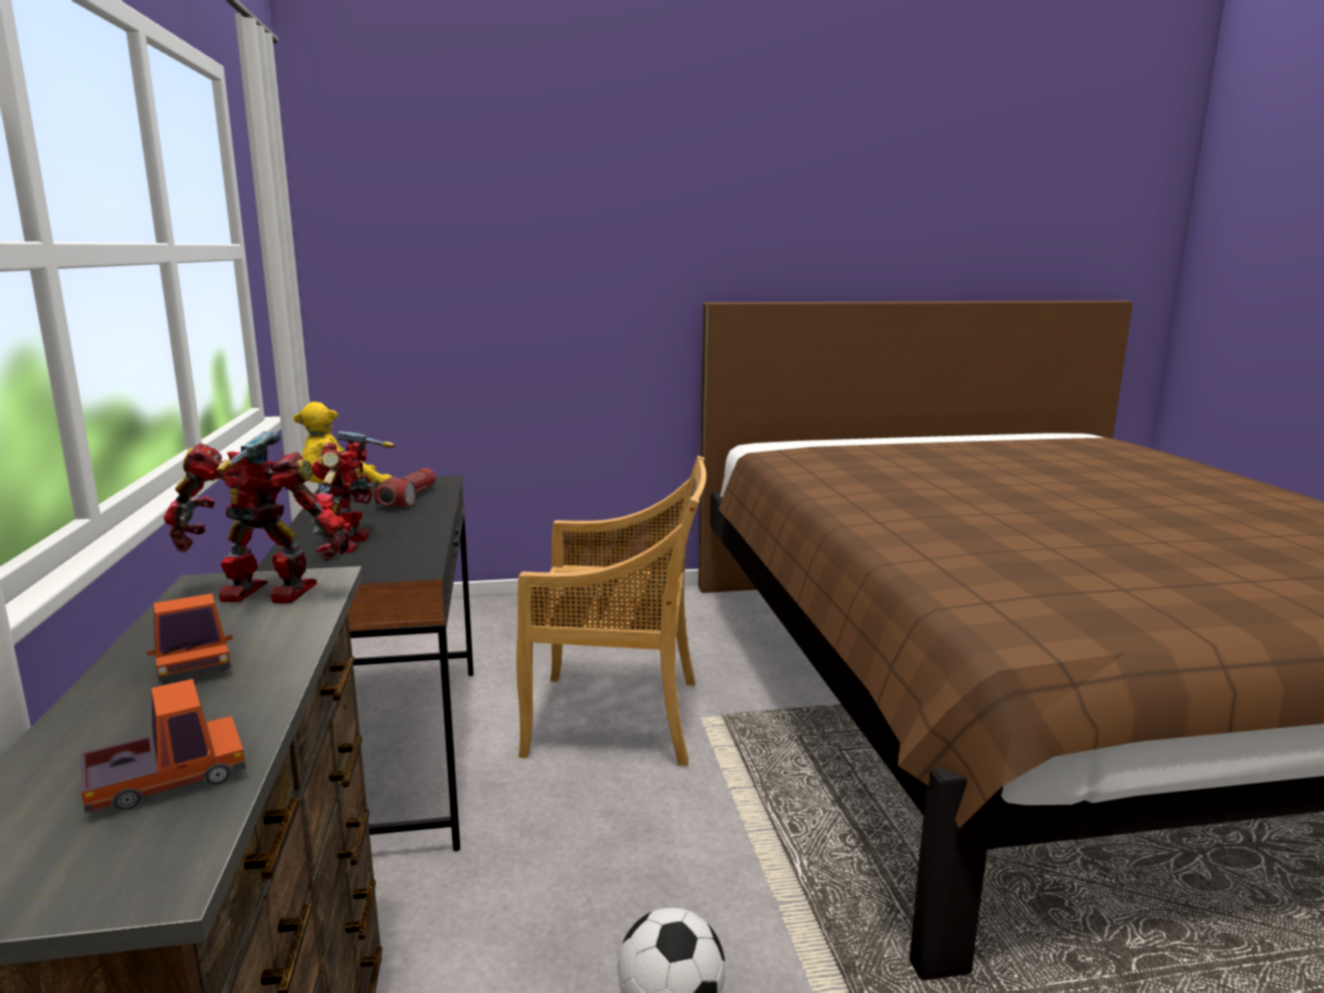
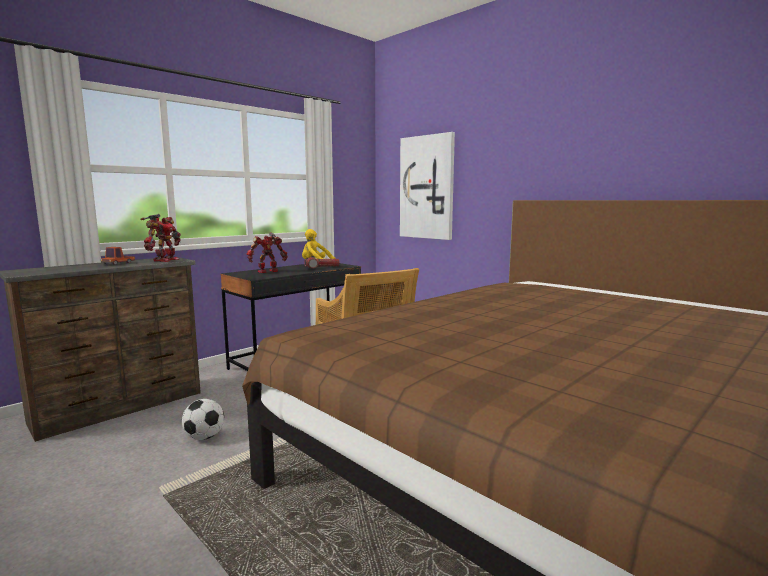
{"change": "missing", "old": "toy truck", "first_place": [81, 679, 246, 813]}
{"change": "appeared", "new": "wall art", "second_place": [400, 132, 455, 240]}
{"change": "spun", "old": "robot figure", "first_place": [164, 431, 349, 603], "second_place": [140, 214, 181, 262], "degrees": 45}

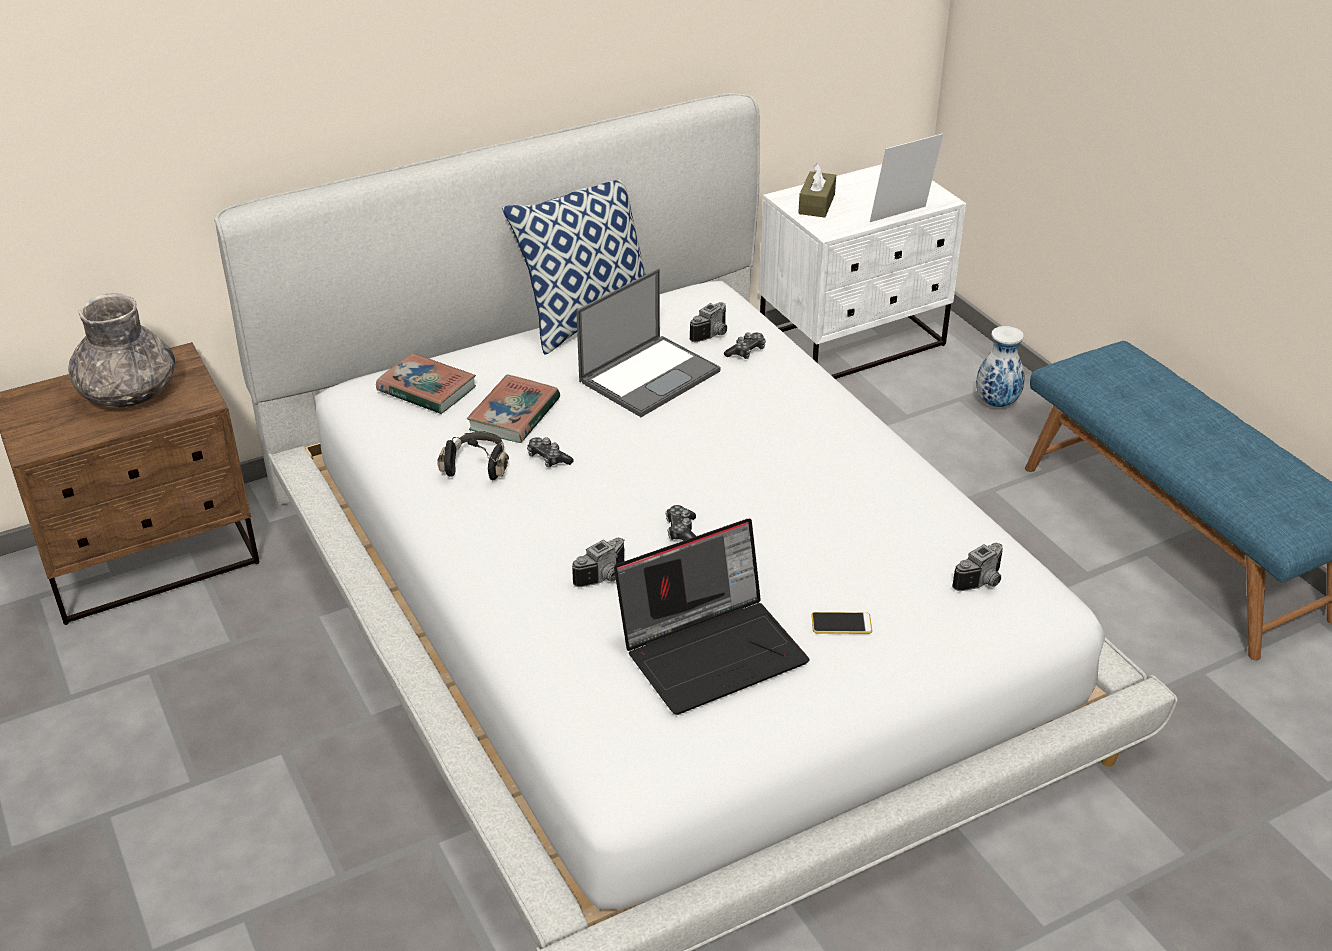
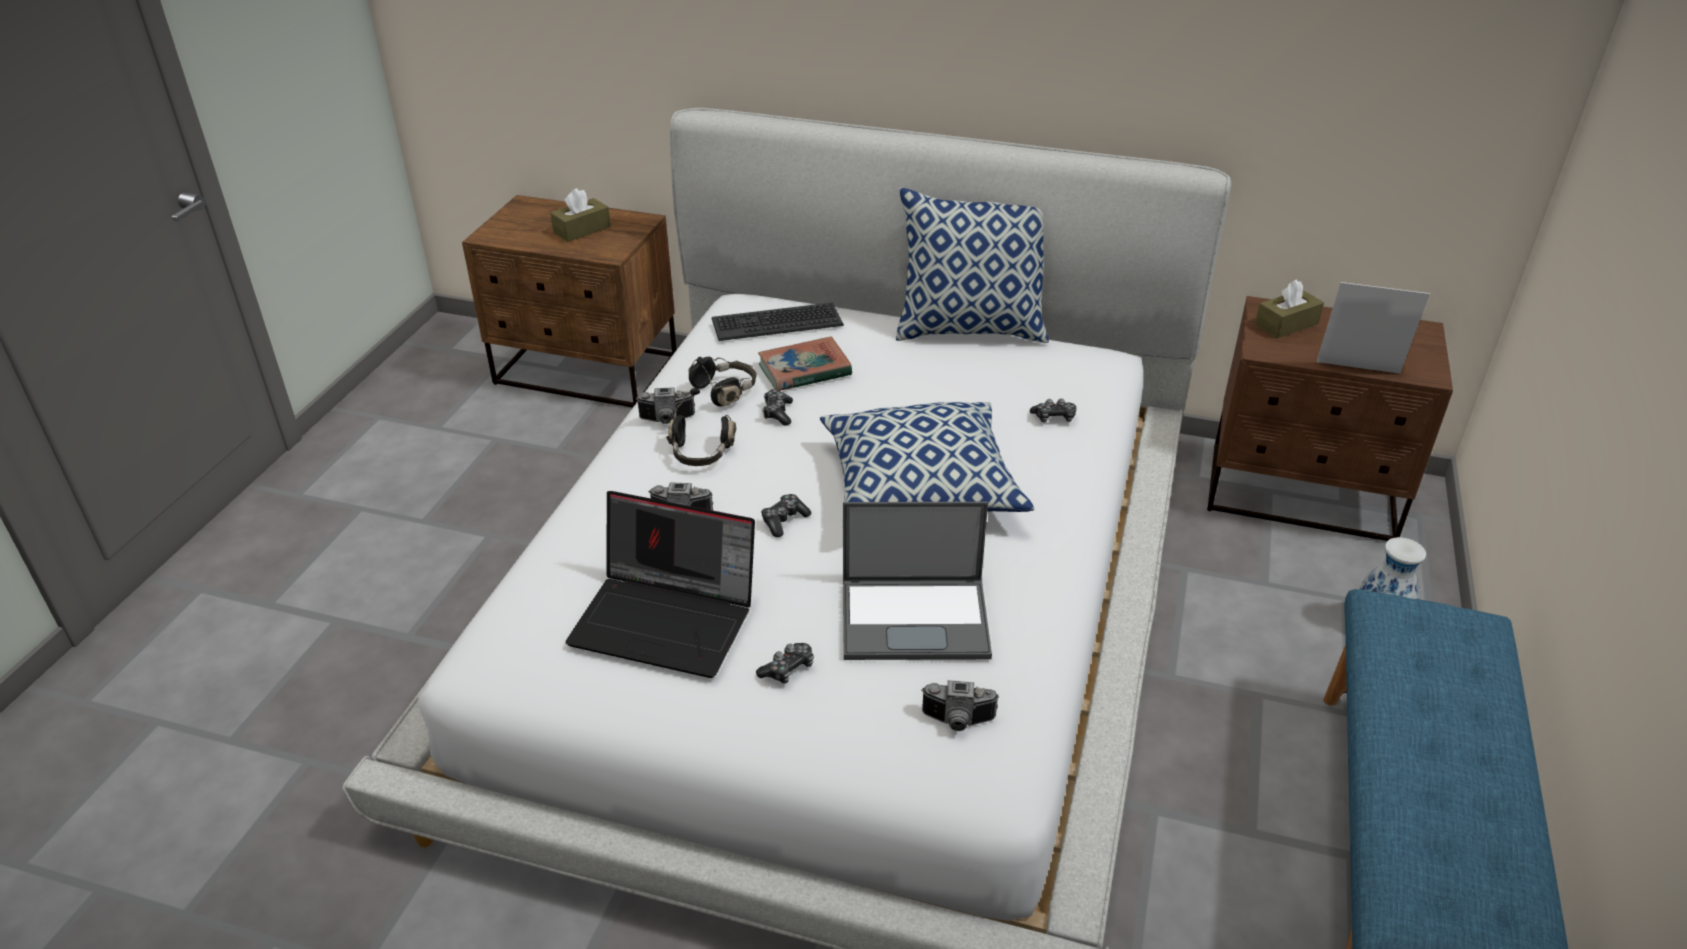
{"change": "appeared", "new": "blackish pair of headphones", "second_place": [667, 388, 736, 466]}
{"change": "appeared", "new": "cushion", "second_place": [820, 402, 1034, 512]}
{"change": "relocated", "old": "notebook computer", "first_place": [576, 268, 720, 417], "second_place": [843, 502, 992, 660]}
{"change": "relocated", "old": "still camera", "first_place": [690, 302, 727, 342], "second_place": [636, 387, 695, 424]}
{"change": "exchanged", "old": "grey flower vase", "new": "brown-coloured tissue holder", "first_place": [68, 293, 175, 408], "second_place": [550, 188, 611, 242]}
{"change": "exchanged", "old": "bound book", "new": "computer keyboard", "first_place": [376, 353, 476, 414], "second_place": [712, 302, 844, 341]}
{"change": "exchanged", "old": "handset", "new": "gamepad", "first_place": [811, 612, 872, 634], "second_place": [756, 643, 814, 684]}
{"change": "colour", "old": "white bedside table", "new": "brown-coloured bedside table", "first_place": [759, 164, 966, 379], "second_place": [1207, 296, 1453, 541]}

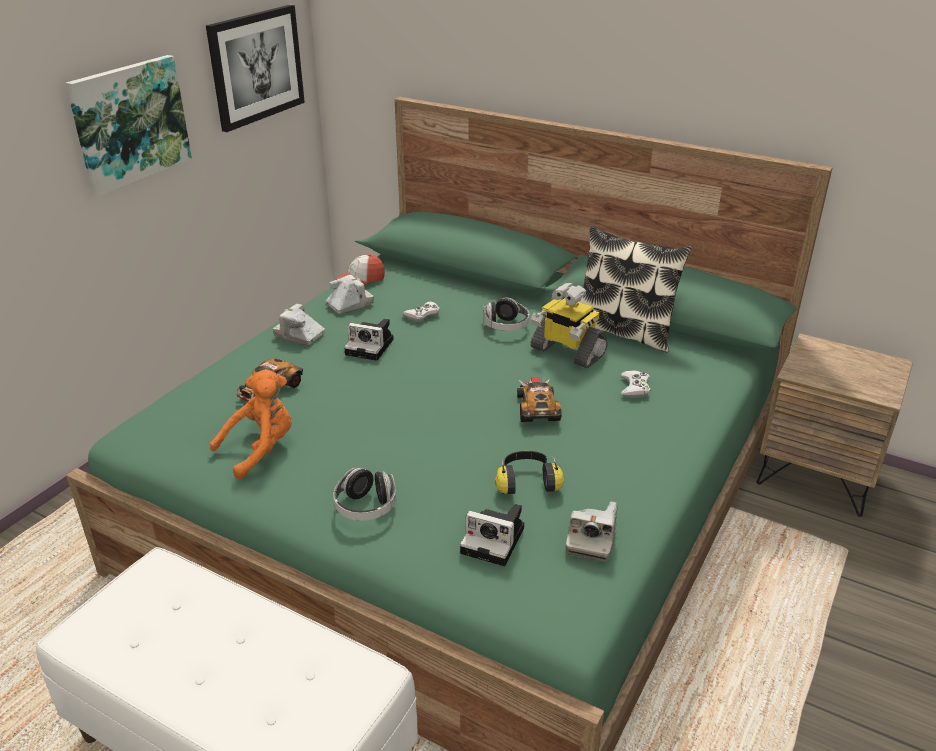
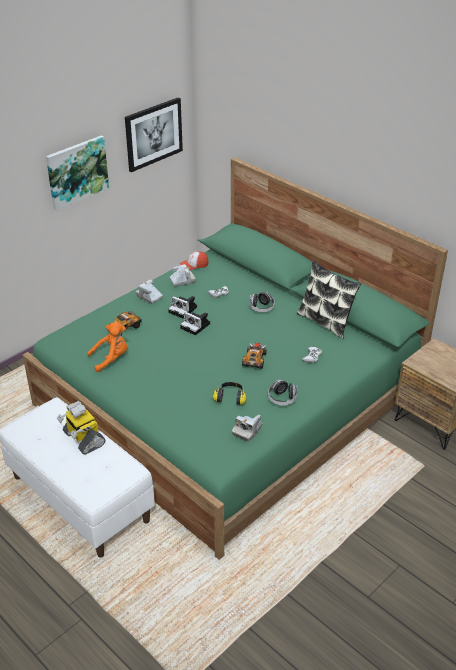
{"change": "relocated", "old": "pair of headphones", "first_place": [333, 468, 396, 521], "second_place": [268, 379, 298, 405]}
{"change": "relocated", "old": "still camera", "first_place": [460, 504, 524, 566], "second_place": [180, 312, 210, 335]}
{"change": "relocated", "old": "robot figure", "first_place": [531, 283, 608, 368], "second_place": [57, 401, 105, 455]}

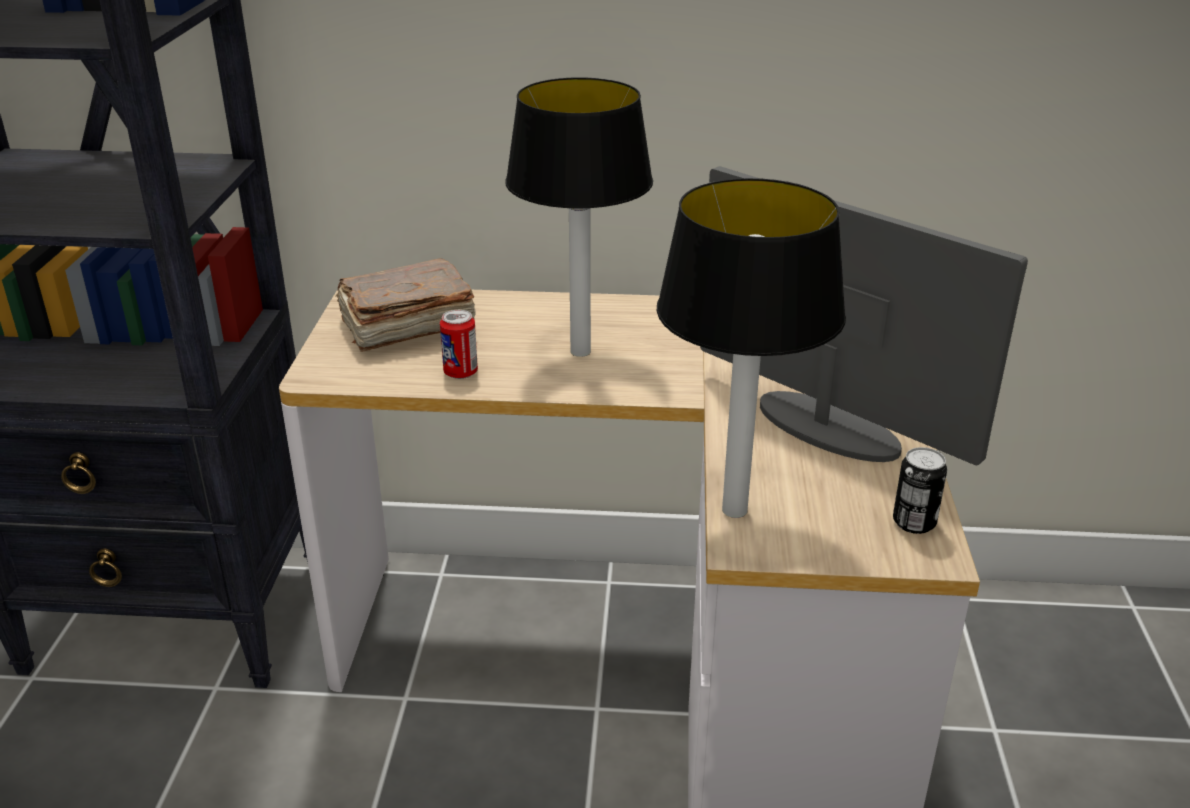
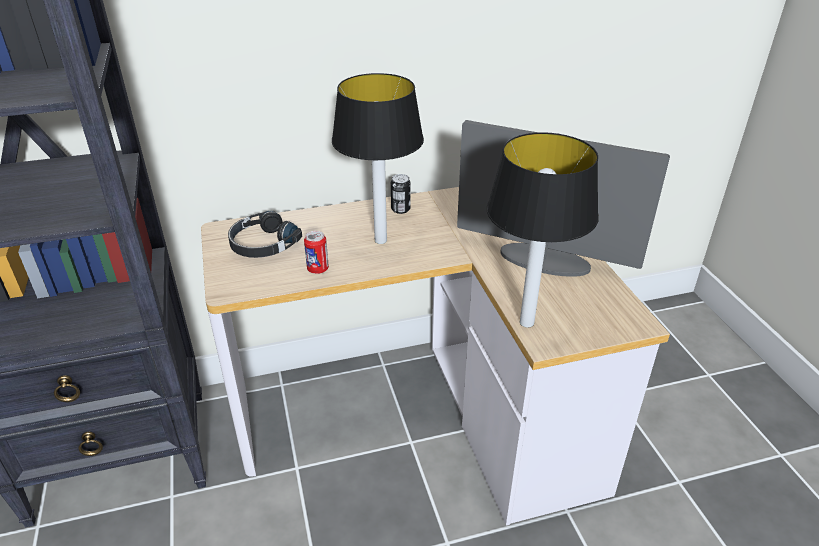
{"change": "relocated", "old": "can", "first_place": [893, 447, 947, 534], "second_place": [391, 174, 411, 214]}
{"change": "exchanged", "old": "brown-coloured bound book", "new": "blackish pair of headphones", "first_place": [336, 259, 476, 352], "second_place": [228, 211, 302, 258]}

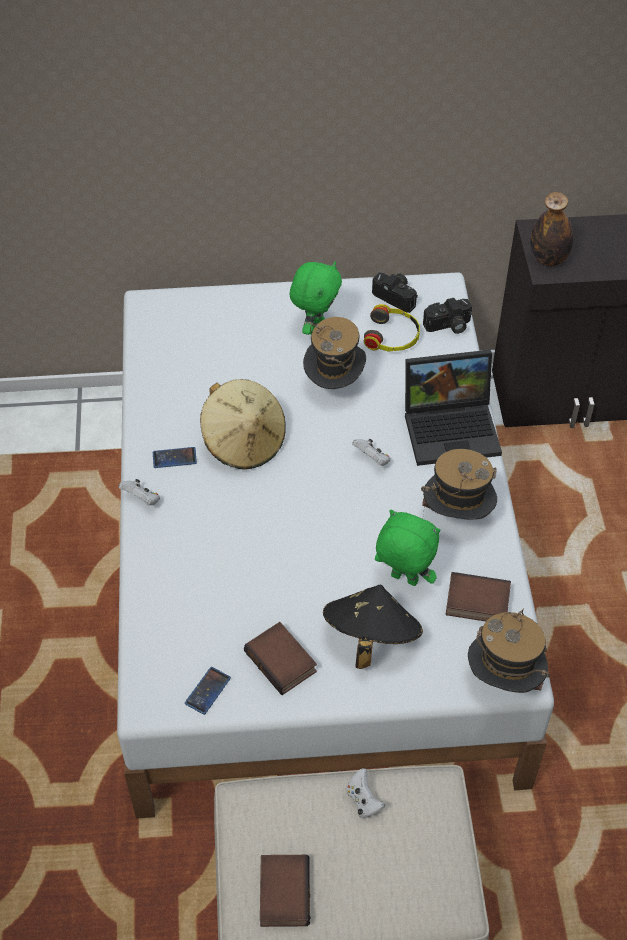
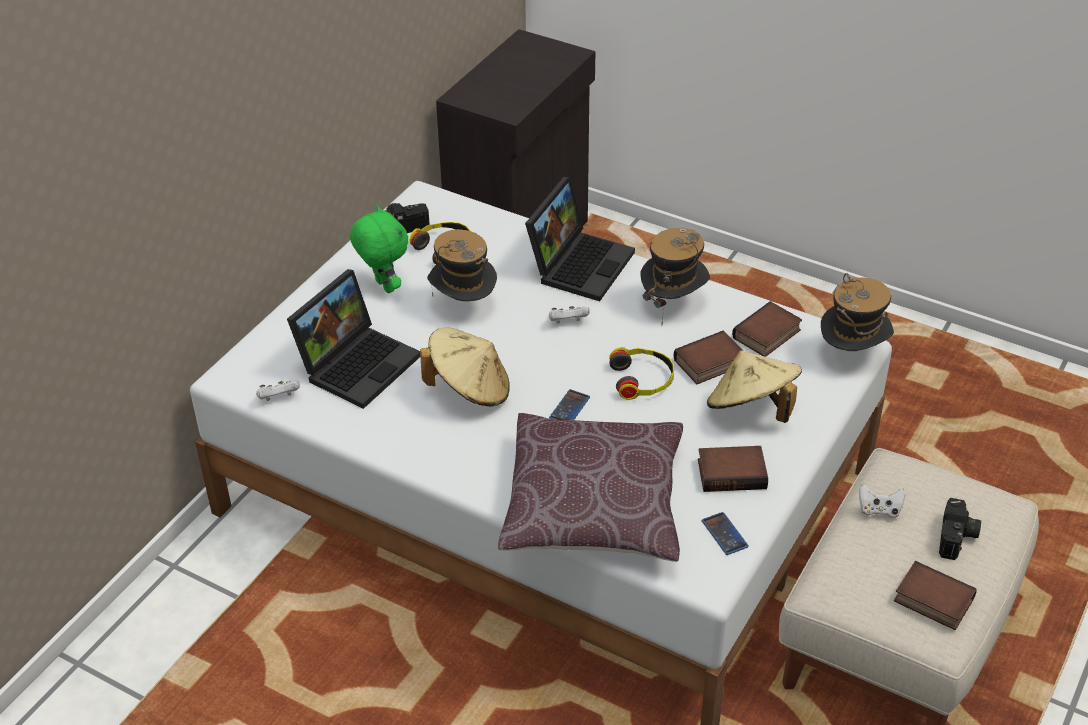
{"change": "missing", "old": "bottle", "first_place": [530, 192, 573, 266]}
{"change": "appeared", "new": "notebook computer", "second_place": [287, 269, 420, 409]}
{"change": "appeared", "new": "brown-coloured cushion", "second_place": [498, 413, 683, 562]}
{"change": "appeared", "new": "pair of headphones", "second_place": [609, 347, 674, 400]}
{"change": "relocated", "old": "white gamepad", "first_place": [119, 479, 160, 505], "second_place": [256, 380, 300, 401]}
{"change": "relocated", "old": "handset", "first_place": [153, 447, 197, 468], "second_place": [549, 389, 590, 420]}
{"change": "relocated", "old": "still camera", "first_place": [423, 298, 472, 334], "second_place": [939, 498, 981, 560]}
{"change": "exchanged", "old": "green cuddly toy", "new": "bound book", "first_place": [375, 510, 440, 586], "second_place": [674, 331, 742, 384]}
{"change": "colour", "old": "blackish hat", "new": "sand-coloured hat", "first_place": [323, 585, 423, 669], "second_place": [707, 350, 802, 423]}

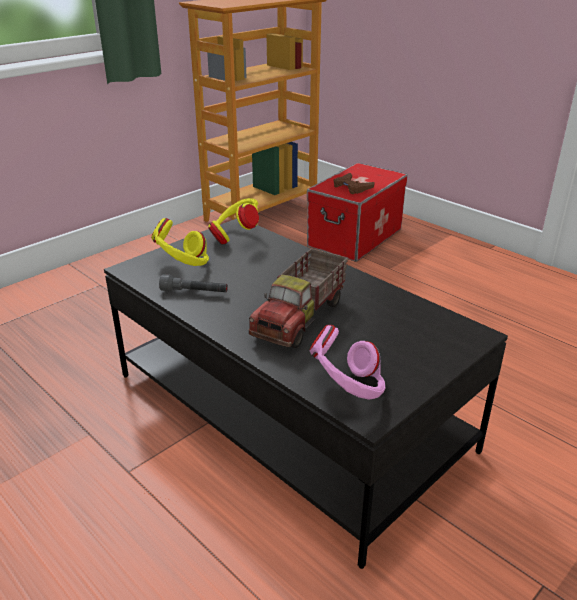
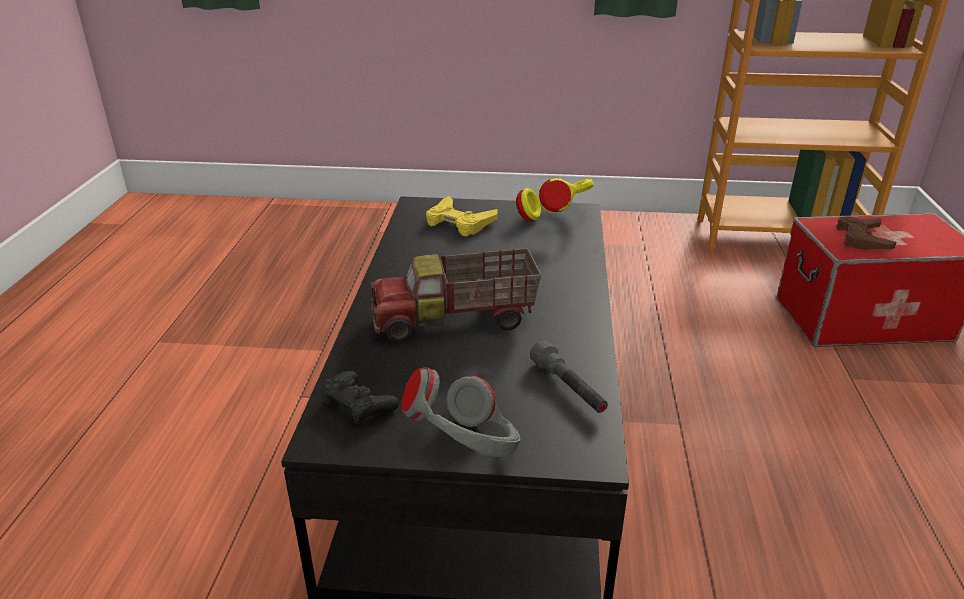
{"change": "appeared", "new": "grey pair of headphones", "second_place": [401, 367, 520, 457]}
{"change": "relocated", "old": "grey torch", "first_place": [159, 274, 228, 292], "second_place": [530, 340, 608, 413]}
{"change": "exchanged", "old": "yellow-coloured pair of headphones", "new": "yellow-coloured gamepad", "first_place": [151, 218, 209, 266], "second_place": [426, 196, 498, 236]}
{"change": "exchanged", "old": "pink pair of headphones", "new": "blackish gamepad", "first_place": [310, 325, 385, 400], "second_place": [321, 371, 399, 424]}

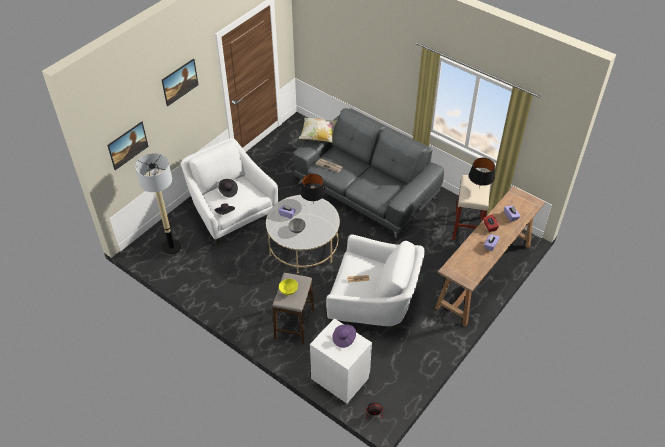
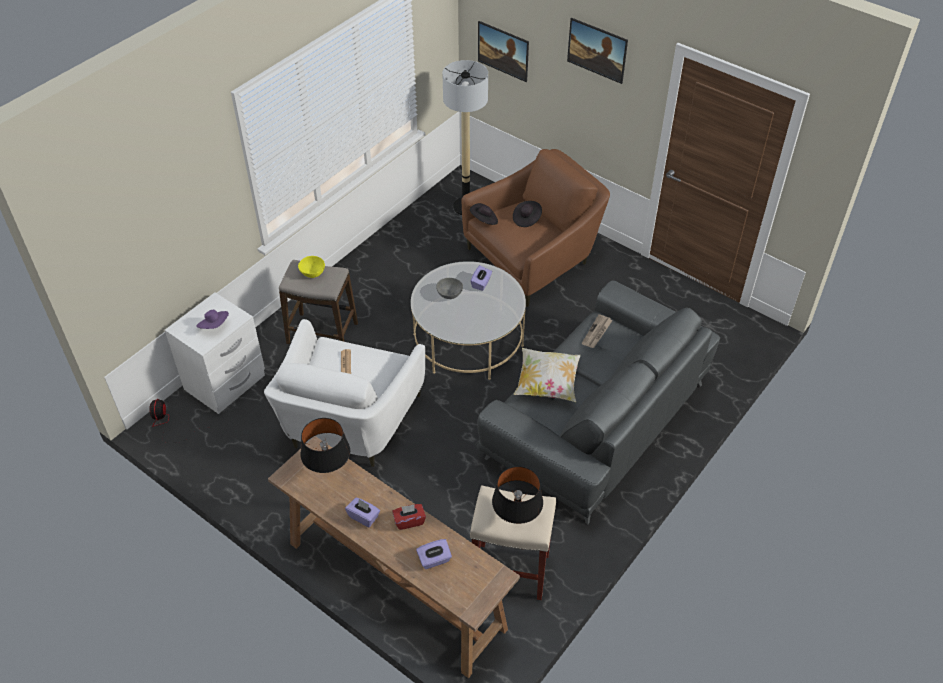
{"change": "relocated", "old": "cushion", "first_place": [299, 117, 337, 143], "second_place": [514, 348, 581, 402]}
{"change": "relocated", "old": "blackish table lamp", "first_place": [300, 174, 326, 201], "second_place": [300, 418, 350, 473]}
{"change": "colour", "old": "white easy chair", "new": "brown-coloured easy chair", "first_place": [181, 138, 278, 246], "second_place": [462, 149, 610, 307]}

